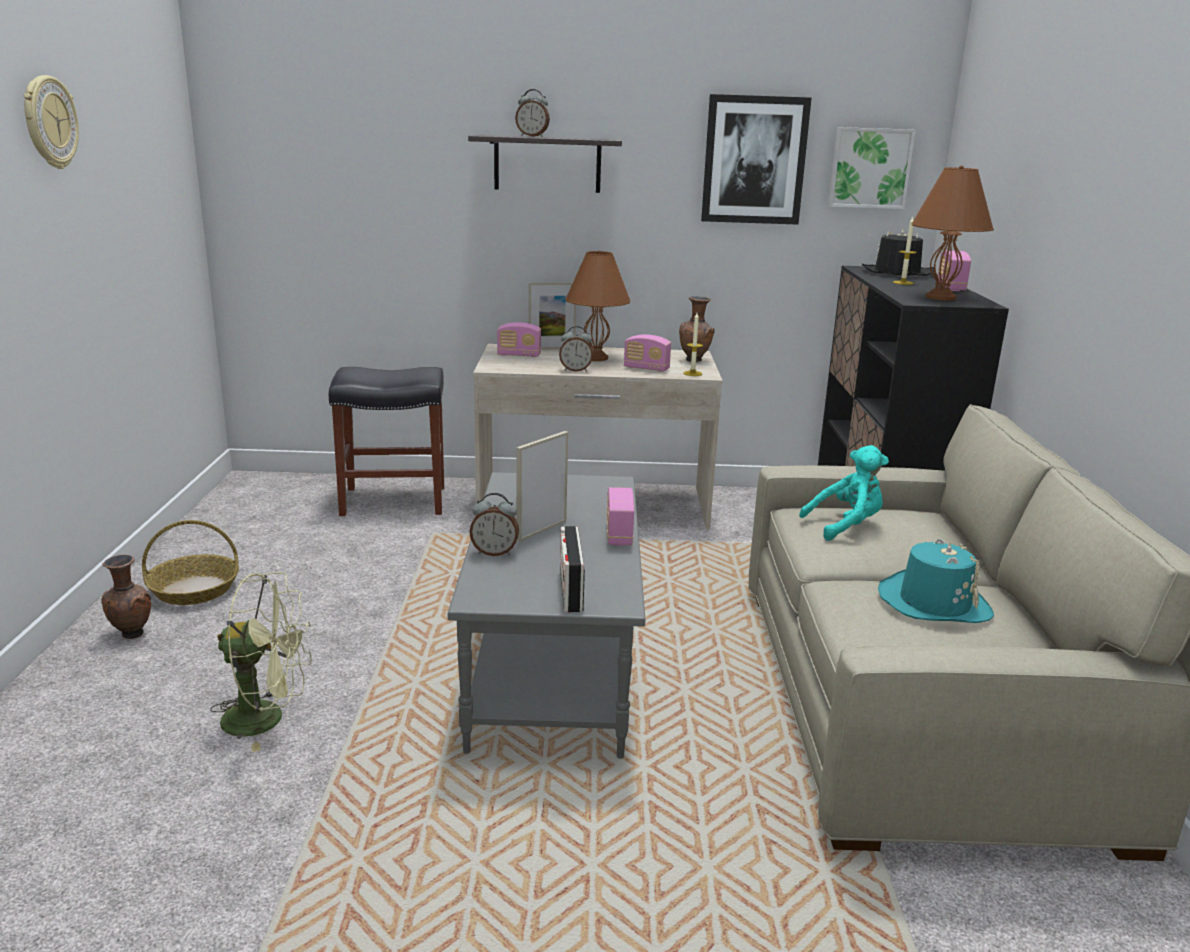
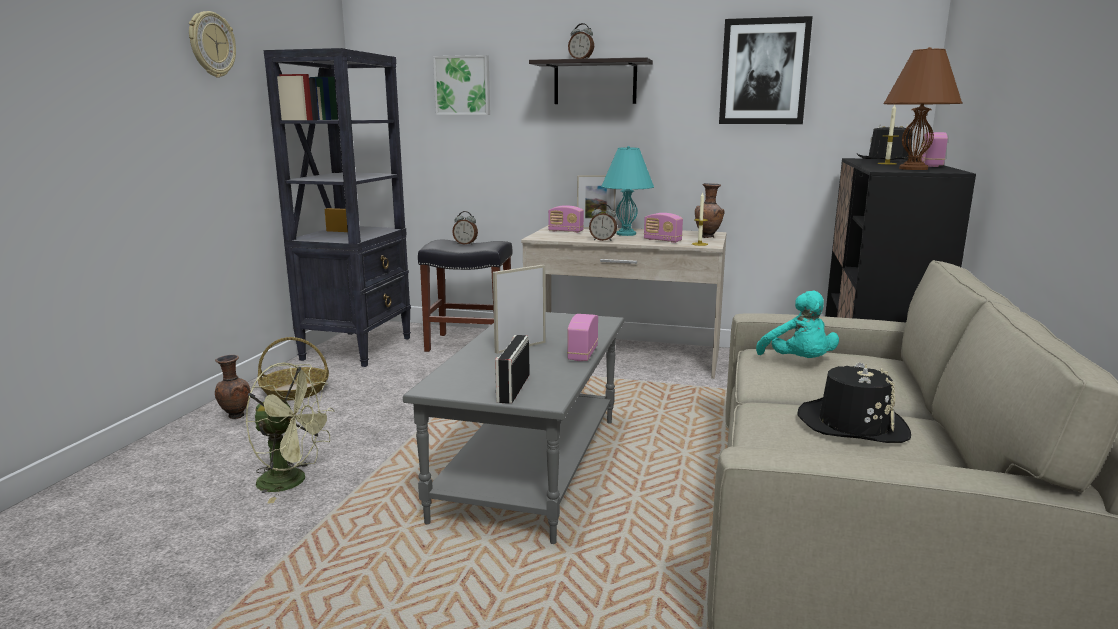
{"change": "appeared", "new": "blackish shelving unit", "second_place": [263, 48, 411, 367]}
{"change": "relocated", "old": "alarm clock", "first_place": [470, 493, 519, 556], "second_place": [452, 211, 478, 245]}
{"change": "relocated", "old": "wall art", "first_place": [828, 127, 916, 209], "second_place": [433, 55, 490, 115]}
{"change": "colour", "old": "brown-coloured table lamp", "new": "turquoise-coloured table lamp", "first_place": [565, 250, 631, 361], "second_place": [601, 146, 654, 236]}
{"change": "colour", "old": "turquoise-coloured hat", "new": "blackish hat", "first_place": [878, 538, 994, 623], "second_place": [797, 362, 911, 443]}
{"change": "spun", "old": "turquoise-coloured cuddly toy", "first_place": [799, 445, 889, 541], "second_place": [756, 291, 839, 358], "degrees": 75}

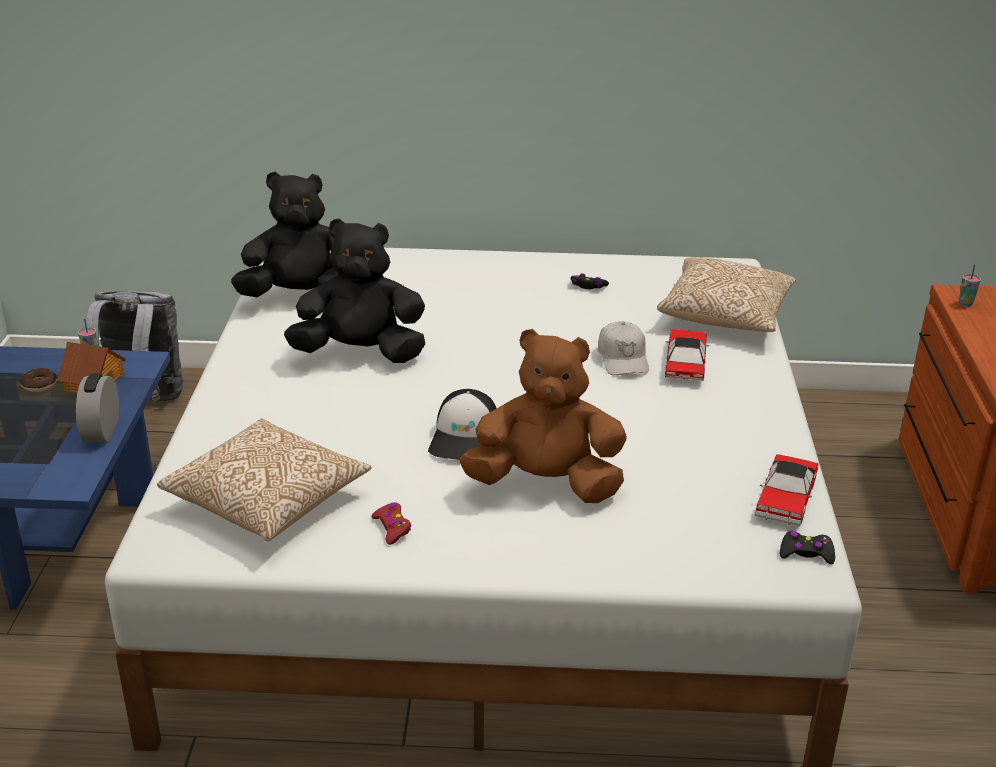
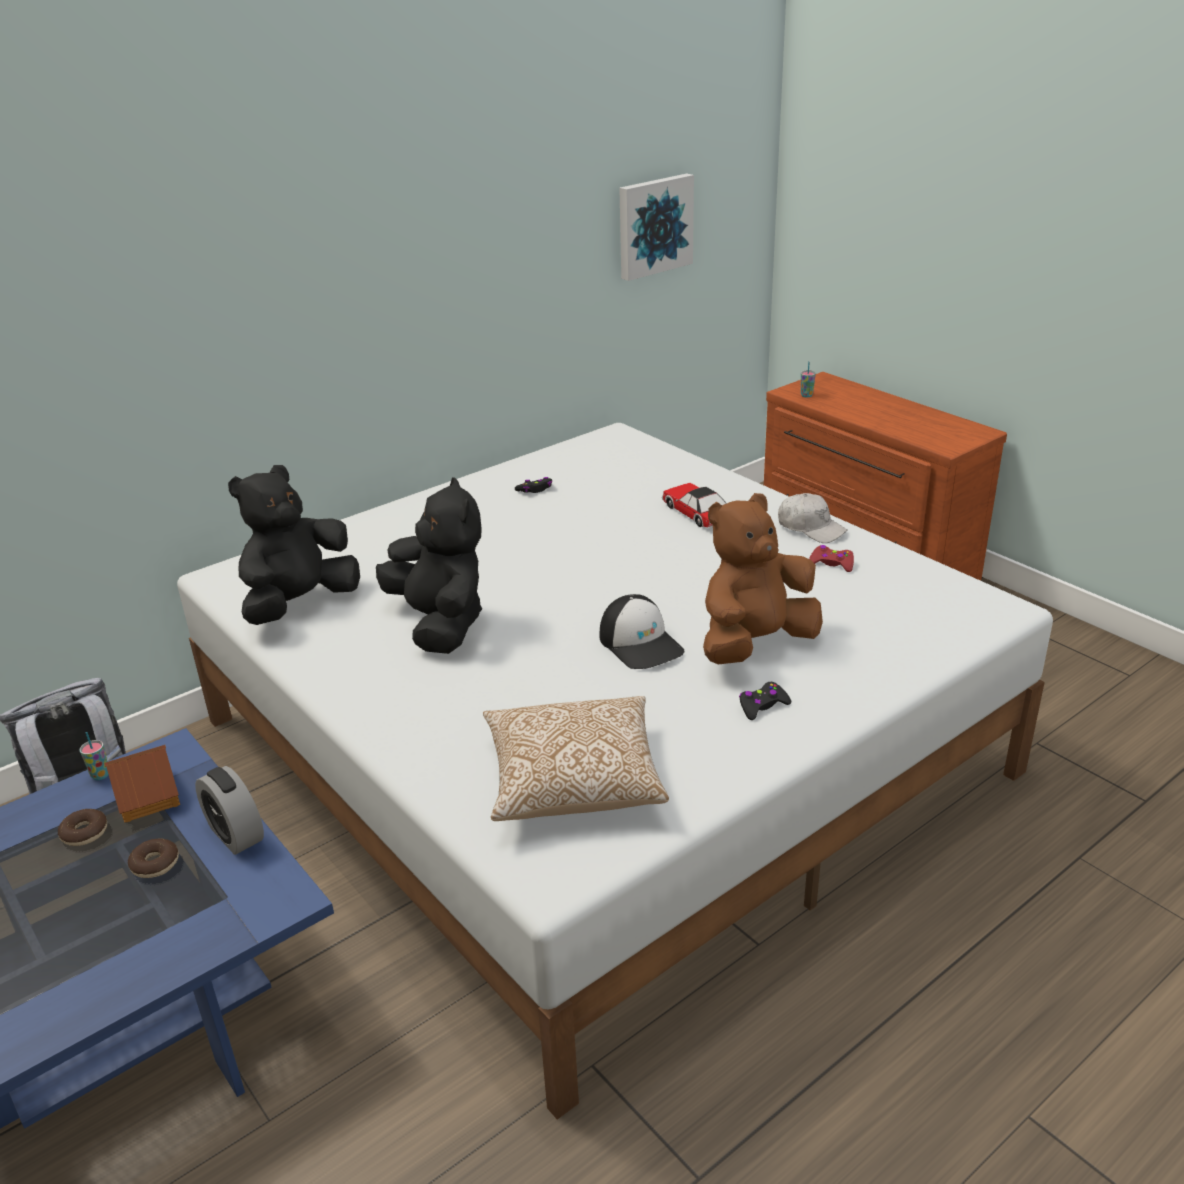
{"change": "missing", "old": "cushion", "first_place": [657, 257, 796, 332]}
{"change": "missing", "old": "model car", "first_place": [755, 454, 818, 526]}
{"change": "appeared", "new": "doughnut", "second_place": [128, 839, 179, 878]}
{"change": "appeared", "new": "wall art", "second_place": [619, 173, 694, 281]}
{"change": "relocated", "old": "red-coloured gamepad", "first_place": [371, 502, 411, 545], "second_place": [809, 545, 854, 572]}
{"change": "relocated", "old": "white cap", "first_place": [597, 321, 649, 375], "second_place": [778, 493, 848, 543]}
{"change": "relocated", "old": "blackish gamepad", "first_place": [780, 531, 835, 564], "second_place": [739, 682, 791, 720]}
{"change": "spun", "old": "blackish cuddly toy", "first_place": [284, 218, 425, 363], "second_place": [376, 477, 482, 654], "degrees": 105}

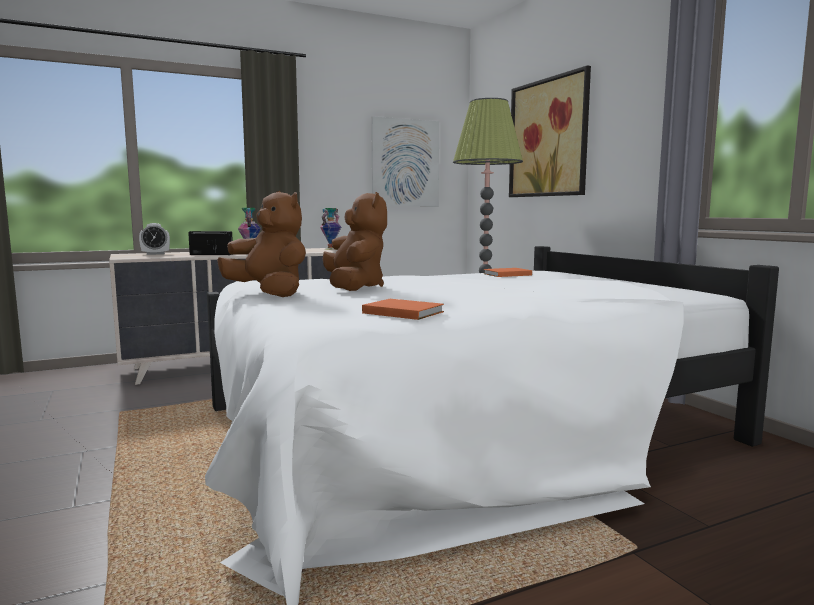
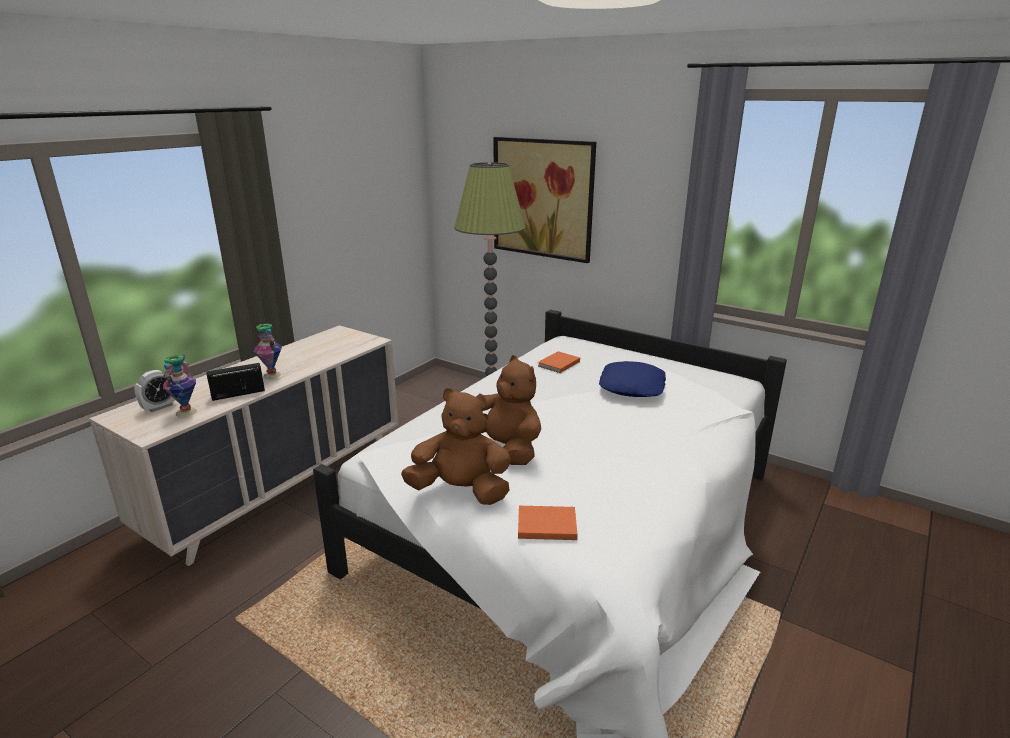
{"change": "missing", "old": "wall art", "first_place": [371, 116, 439, 207]}
{"change": "appeared", "new": "bluish cushion", "second_place": [599, 361, 666, 397]}
{"change": "relocated", "old": "flower vase", "first_place": [320, 208, 341, 250], "second_place": [163, 355, 197, 417]}
{"change": "relocated", "old": "orange bound book", "first_place": [362, 299, 444, 320], "second_place": [518, 506, 578, 540]}

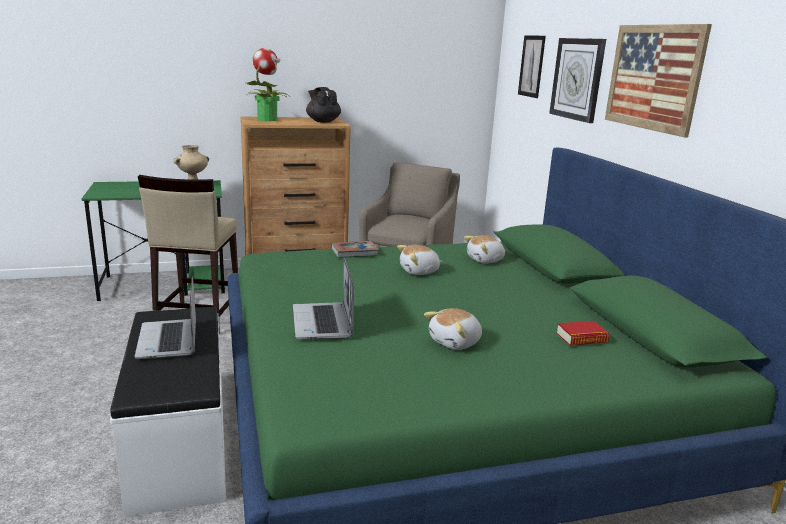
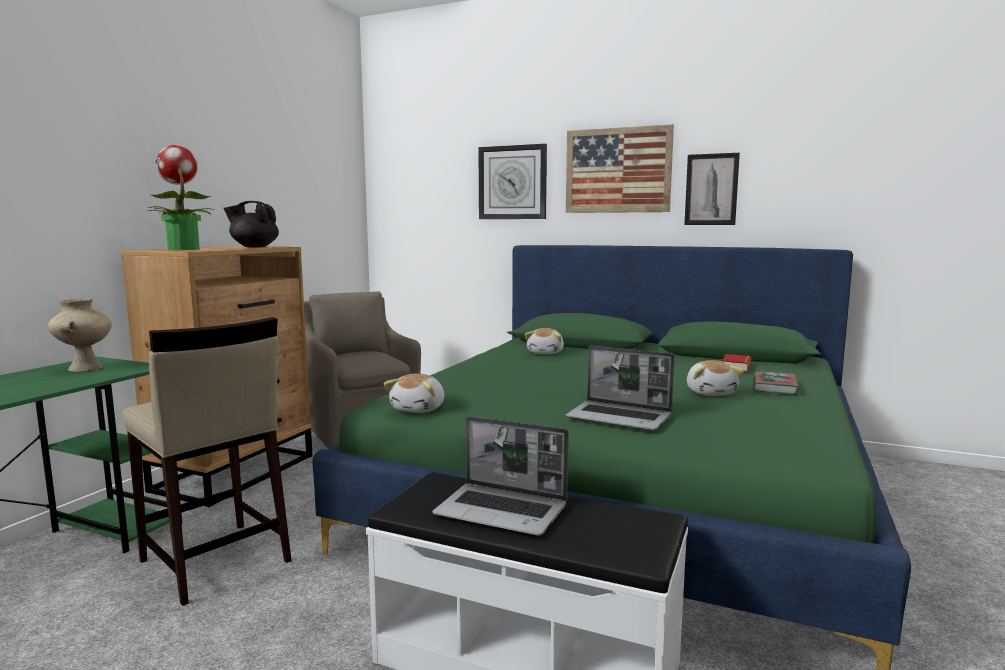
{"change": "relocated", "old": "bound book", "first_place": [331, 241, 379, 258], "second_place": [753, 371, 799, 395]}
{"change": "relocated", "old": "cuddly toy", "first_place": [397, 245, 443, 275], "second_place": [384, 374, 444, 413]}
{"change": "relocated", "old": "wall art", "first_place": [518, 35, 546, 98], "second_place": [684, 153, 740, 225]}

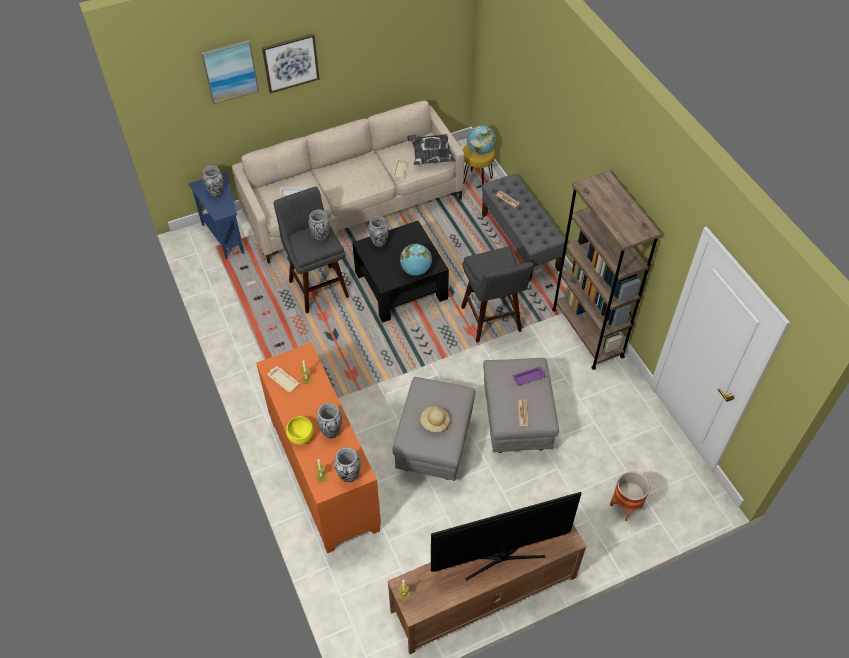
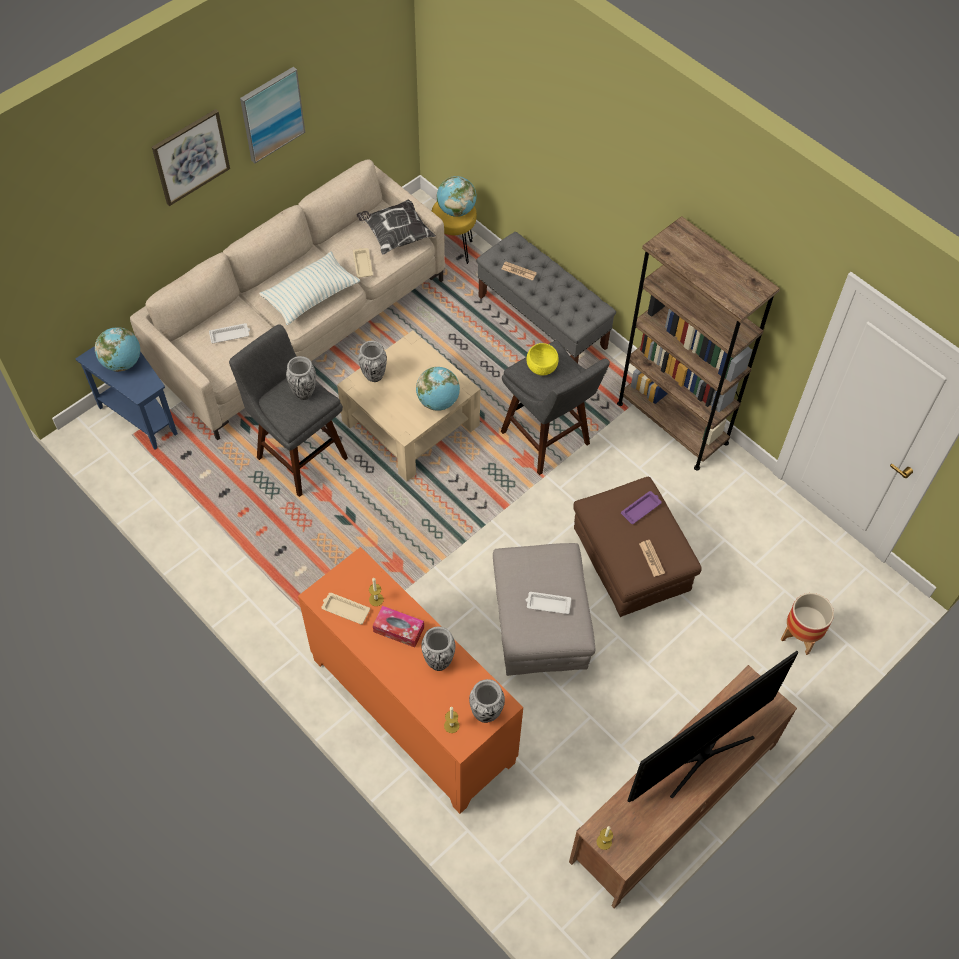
{"change": "appeared", "new": "cushion", "second_place": [259, 251, 360, 325]}
{"change": "appeared", "new": "tissue holder", "second_place": [373, 606, 424, 648]}
{"change": "relocated", "old": "wall art", "first_place": [201, 40, 259, 104], "second_place": [240, 67, 305, 163]}
{"change": "relocated", "old": "yellow-coloured deep dish", "first_place": [286, 416, 314, 445], "second_place": [527, 343, 559, 376]}
{"change": "exchanged", "old": "flower vase", "new": "globe", "first_place": [203, 166, 223, 197], "second_place": [95, 327, 140, 372]}
{"change": "exchanged", "old": "sand-coloured hat", "new": "white serving tray", "first_place": [421, 406, 450, 432], "second_place": [526, 592, 571, 614]}
{"change": "colour", "old": "blackish coffee table", "new": "sand-coloured coffee table", "first_place": [352, 221, 449, 323], "second_place": [337, 330, 480, 481]}
{"change": "colour", "old": "grey ottoman", "new": "brown-coloured ottoman", "first_place": [483, 358, 559, 453], "second_place": [573, 477, 701, 617]}

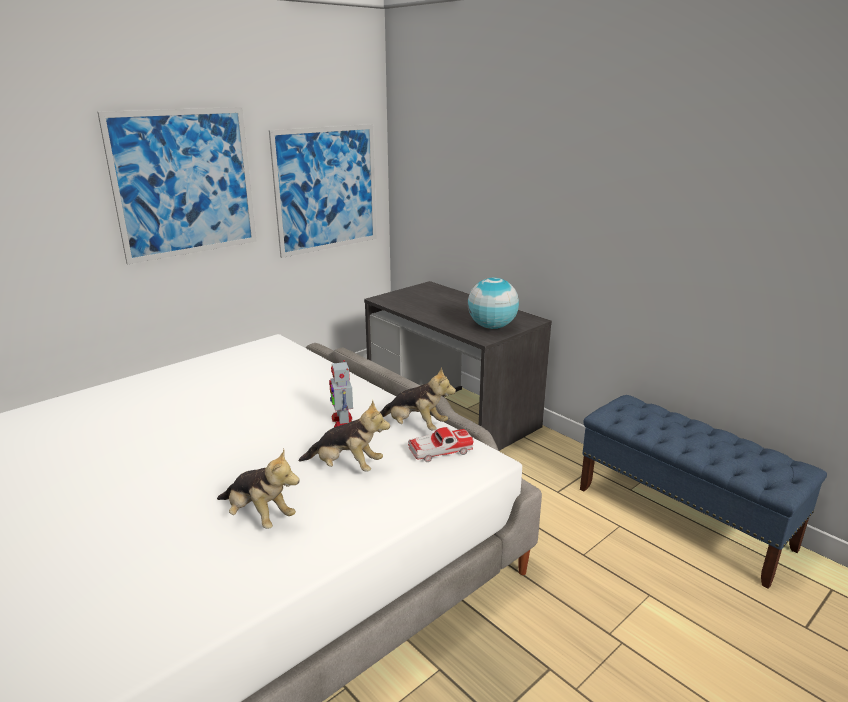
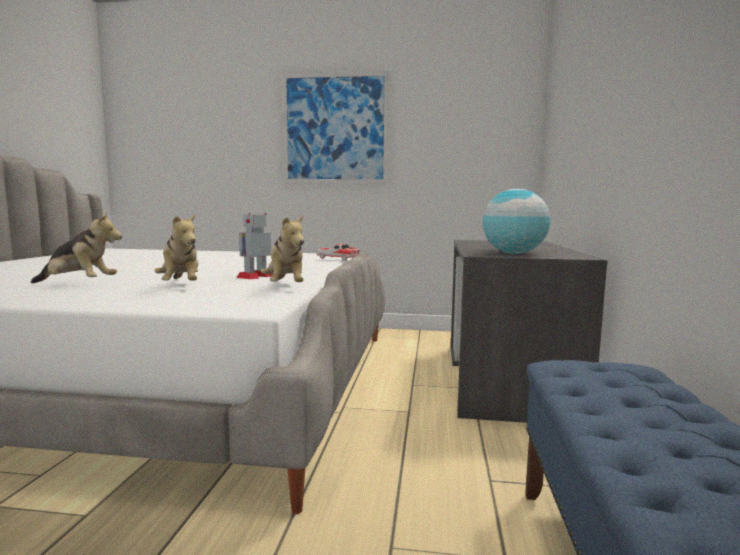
{"change": "missing", "old": "wall art", "first_place": [269, 124, 377, 258]}
{"change": "relocated", "old": "model car", "first_place": [408, 427, 473, 462], "second_place": [316, 243, 360, 260]}
{"change": "spun", "old": "cuddly toy", "first_place": [217, 449, 300, 529], "second_place": [31, 213, 122, 283], "degrees": -75}

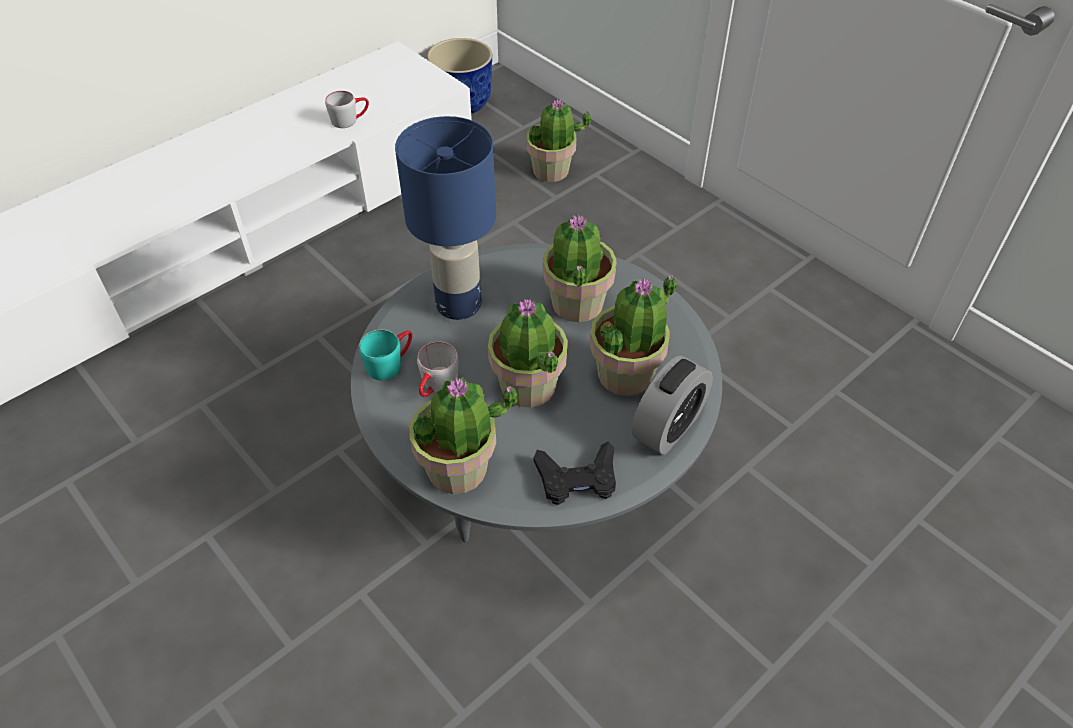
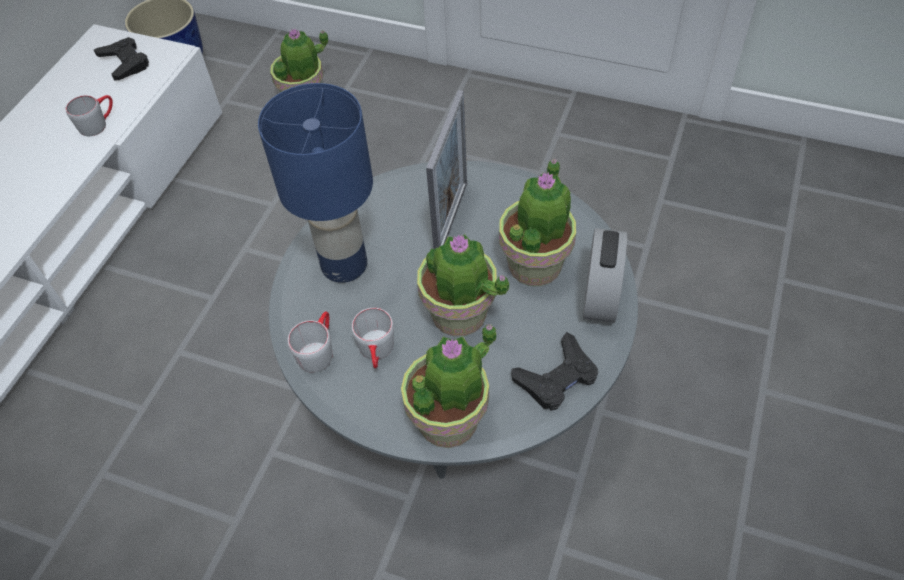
{"change": "appeared", "new": "blackish gamepad", "second_place": [94, 37, 149, 81]}
{"change": "exchanged", "old": "houseplant", "new": "picture frame", "first_place": [543, 214, 617, 322], "second_place": [426, 90, 467, 249]}
{"change": "colour", "old": "turquoise-coloured coffee mug", "new": "grey coffee mug", "first_place": [359, 329, 412, 381], "second_place": [288, 311, 332, 373]}

